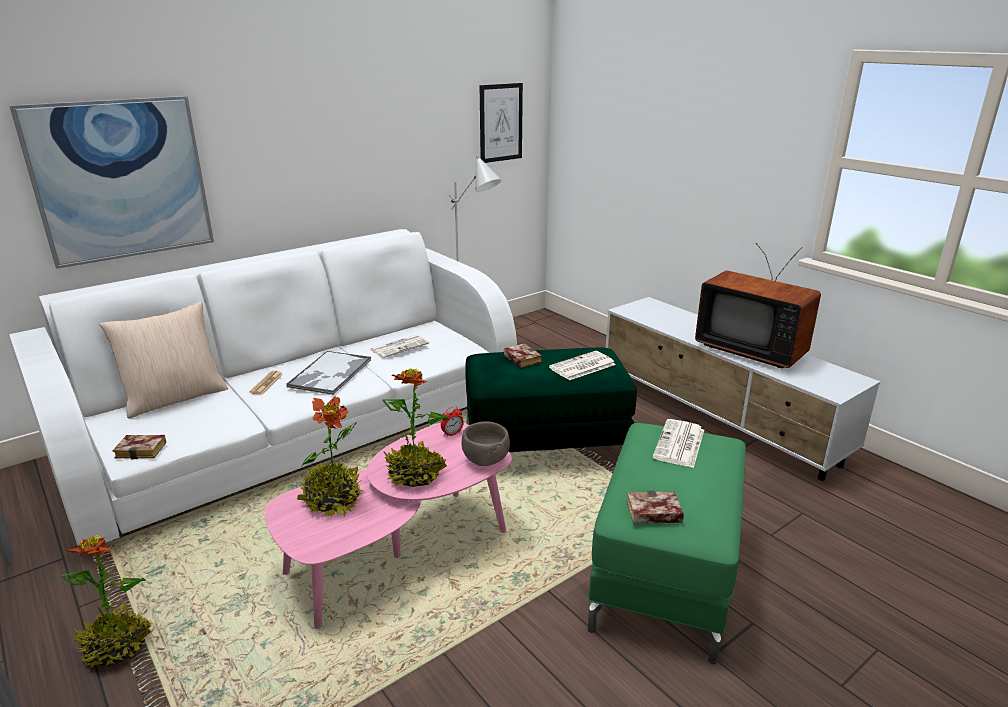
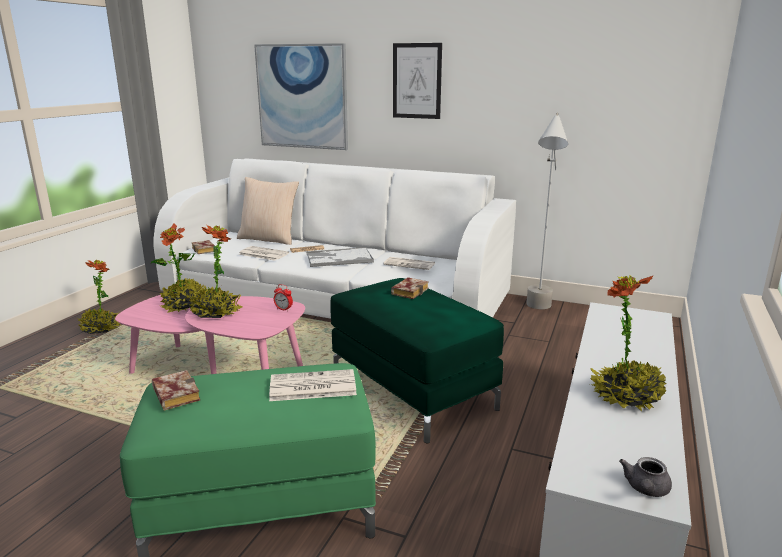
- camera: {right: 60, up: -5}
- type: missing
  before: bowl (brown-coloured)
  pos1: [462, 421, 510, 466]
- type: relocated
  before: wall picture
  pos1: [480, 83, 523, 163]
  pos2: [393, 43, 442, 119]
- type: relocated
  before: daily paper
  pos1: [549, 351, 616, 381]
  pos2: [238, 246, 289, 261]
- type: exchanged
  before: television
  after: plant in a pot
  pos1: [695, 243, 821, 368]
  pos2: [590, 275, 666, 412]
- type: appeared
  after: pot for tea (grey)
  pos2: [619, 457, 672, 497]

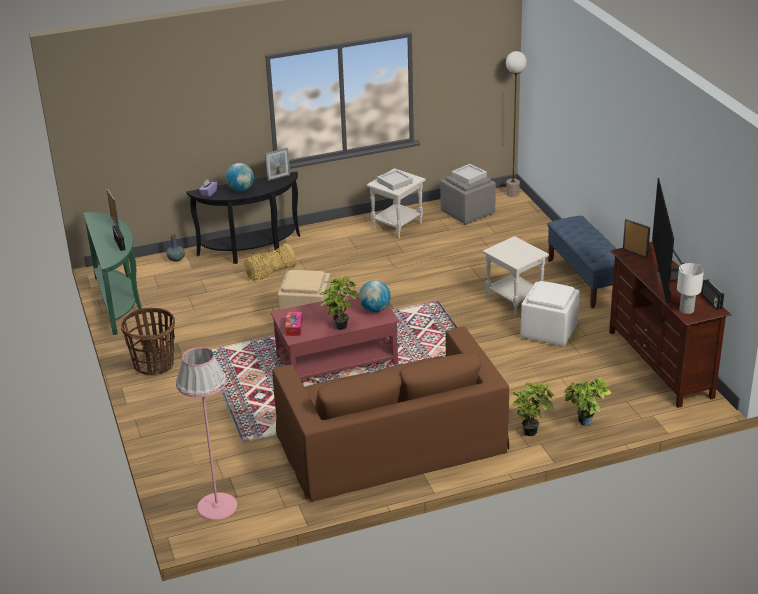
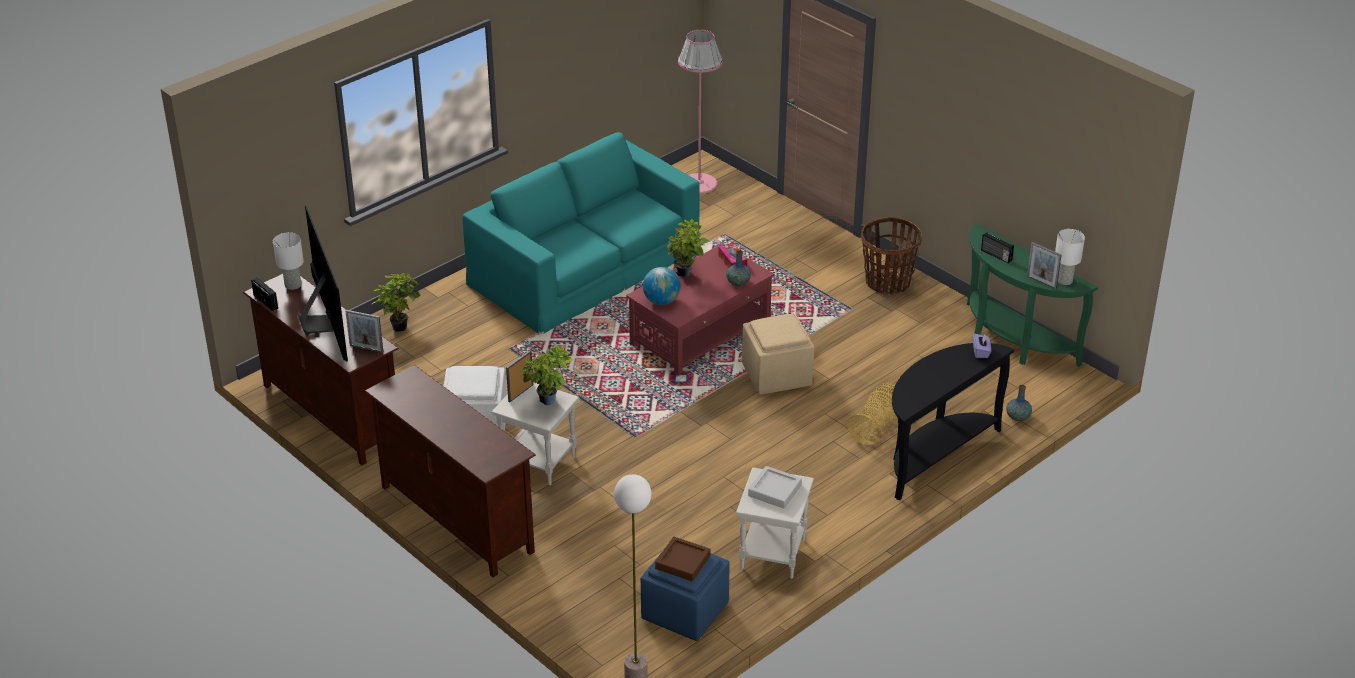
- camera: {right: 155, up: 5}
- type: missing
  before: globe
  pos1: [225, 163, 254, 192]
- type: relocated
  before: picture frame
  pos1: [265, 148, 290, 181]
  pos2: [506, 350, 533, 402]
- type: colour
  before: settee (brown-coloured)
  after: settee (turquoise)
  pos1: [272, 327, 509, 502]
  pos2: [462, 132, 700, 333]
- type: colour
  before: pouffe (grey)
  after: pouffe (blue-coloured)
  pos1: [440, 175, 496, 224]
  pos2: [641, 551, 730, 641]
- type: colour
  before: carrying tray (grey)
  after: carrying tray (brown-coloured)
  pos1: [452, 164, 487, 185]
  pos2: [655, 537, 710, 581]
- type: relocated
  before: plant in a pot
  pos1: [509, 382, 554, 436]
  pos2: [521, 345, 573, 405]
- type: exchanged
  before: indoor bench (blue-coloured)
  after: tv stand (brown-coloured)
  pos1: [548, 216, 616, 308]
  pos2: [364, 365, 536, 577]
- type: appeared
  after: decorative vase
  pos2: [726, 250, 751, 286]
- type: appeared
  after: tabletop lamp (white)
  pos2: [1055, 229, 1085, 285]

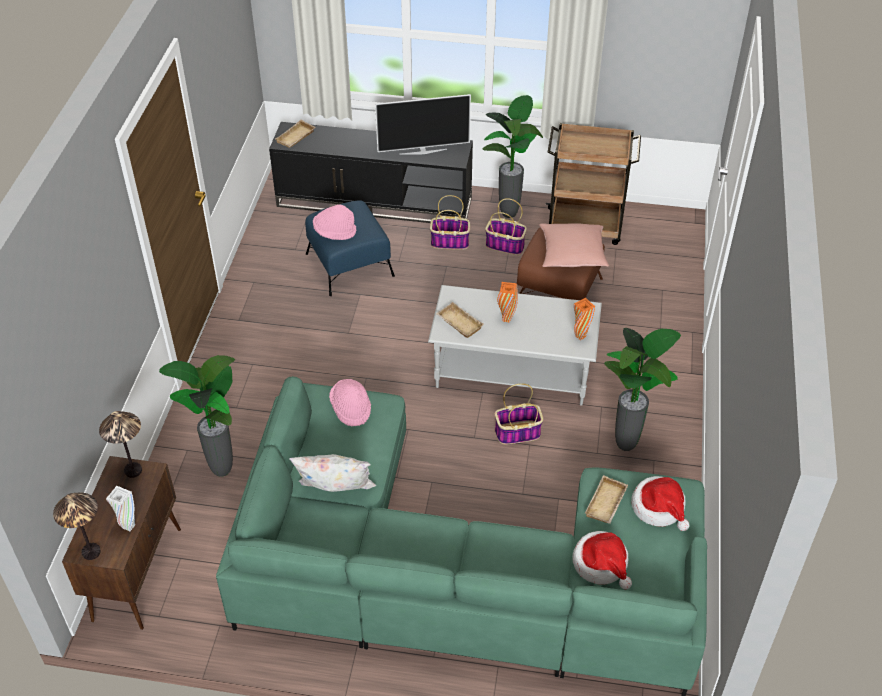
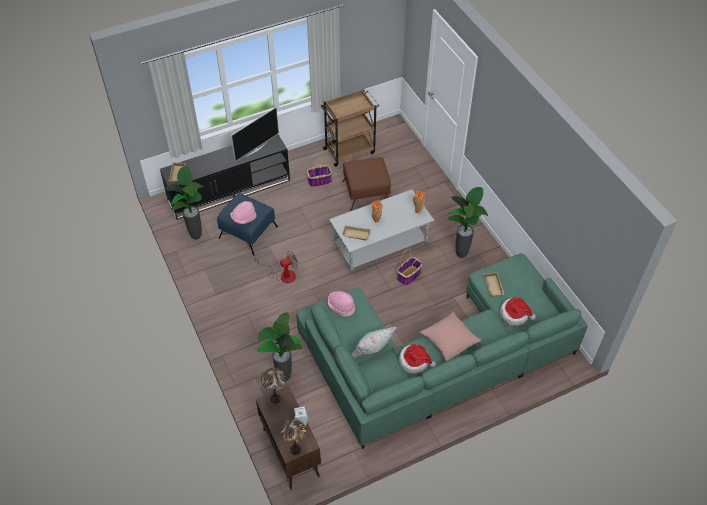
- camera: {right: -35, up: 5}
- type: missing
  before: basket
  pos1: [430, 195, 470, 250]
- type: relocated
  before: plant in a pot
  pos1: [482, 95, 543, 218]
  pos2: [165, 166, 204, 239]
- type: relocated
  before: cushion (pink)
  pos1: [539, 223, 609, 267]
  pos2: [419, 312, 482, 362]
- type: relocated
  before: wearable hat
  pos1: [631, 476, 690, 531]
  pos2: [399, 344, 436, 374]
- type: appeared
  after: fan
  pos2: [254, 251, 298, 283]

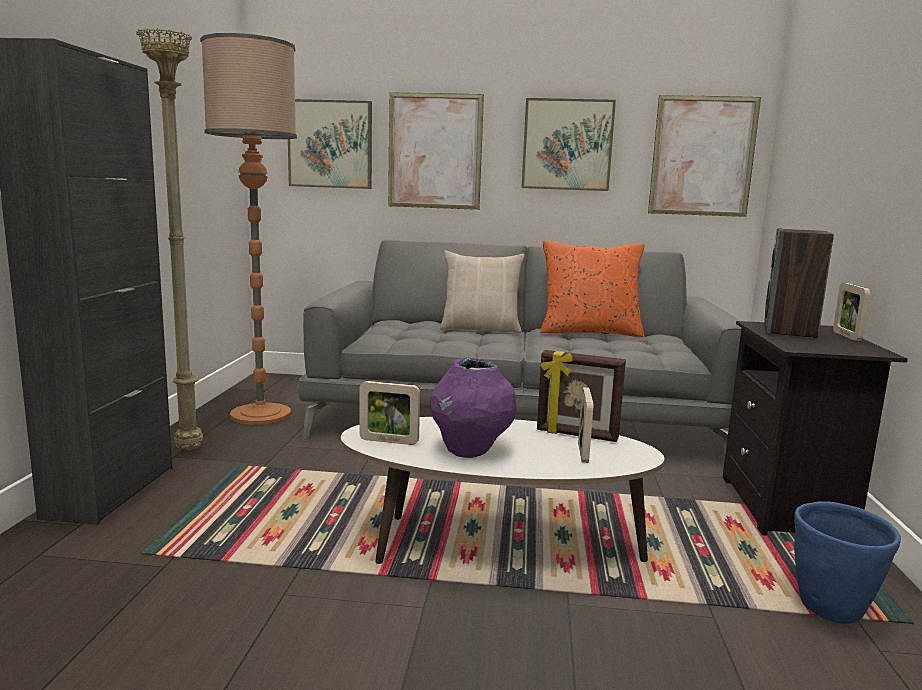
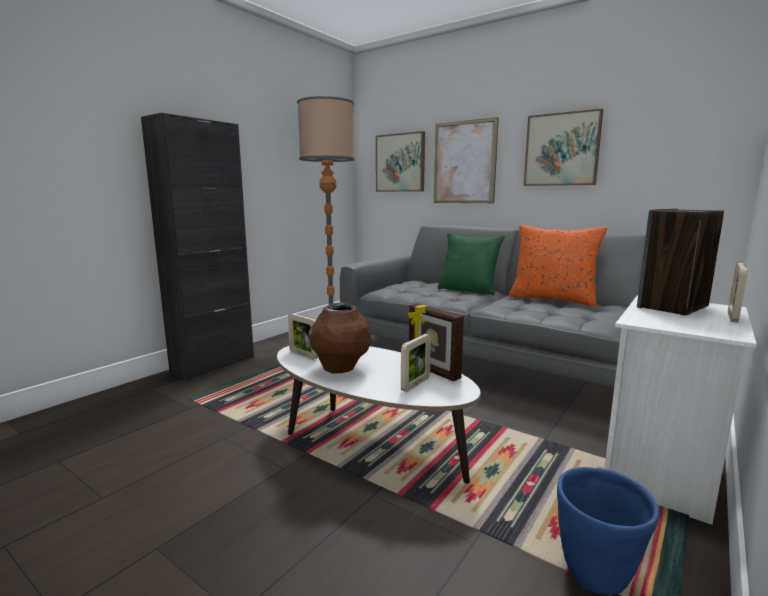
- camera: {right: 30, up: 0}
- type: missing
  before: standard lamp (beige)
  pos1: [136, 28, 203, 450]
- type: colour
  before: decorative vase (purple)
  after: decorative vase (brown-coloured)
  pos1: [430, 357, 517, 458]
  pos2: [309, 303, 371, 374]
- type: colour
  before: cushion (beige)
  after: cushion (green)
  pos1: [440, 251, 525, 333]
  pos2: [437, 233, 505, 295]
- type: missing
  before: wall picture
  pos1: [648, 95, 761, 217]
- type: colour
  before: nightstand (black)
  after: nightstand (white)
  pos1: [723, 321, 908, 536]
  pos2: [604, 295, 757, 525]

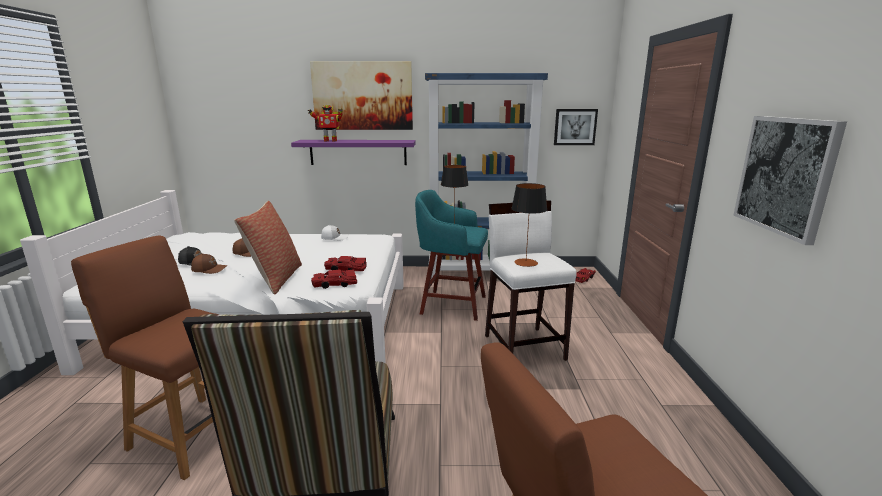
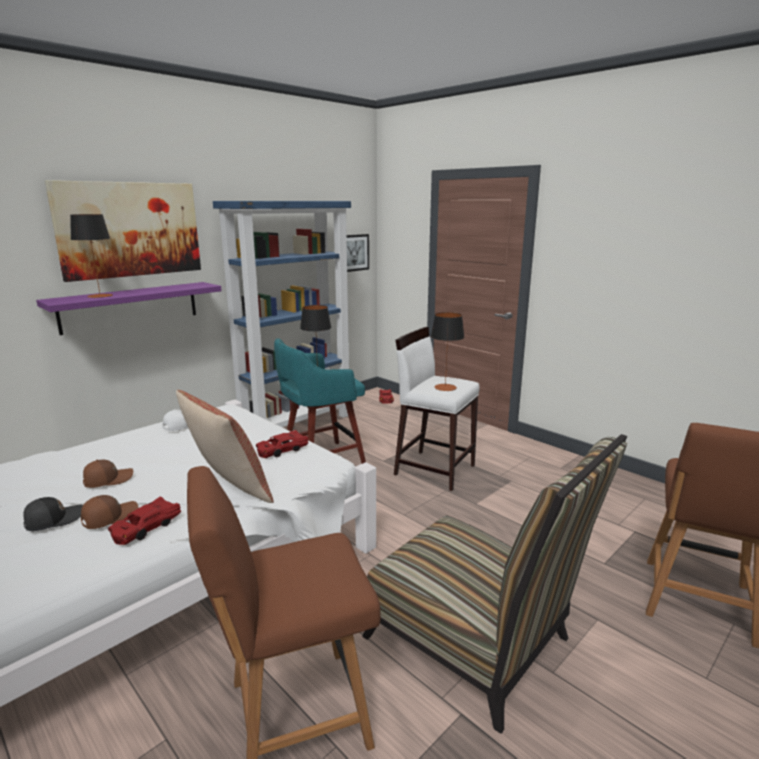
- camera: {right: -45, up: 0}
- type: exchanged
  before: model robot
  after: tabletop lamp
  pos1: [308, 105, 343, 142]
  pos2: [70, 214, 113, 298]
- type: relocated
  before: toy car (red)
  pos1: [311, 269, 357, 289]
  pos2: [108, 497, 181, 545]
- type: missing
  before: wall picture
  pos1: [733, 116, 847, 245]

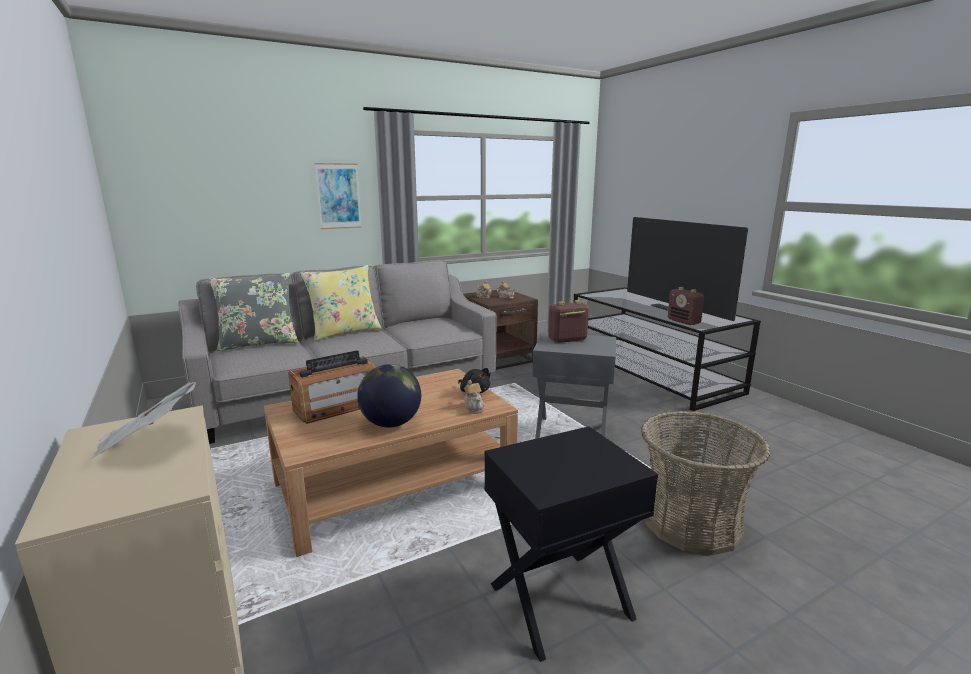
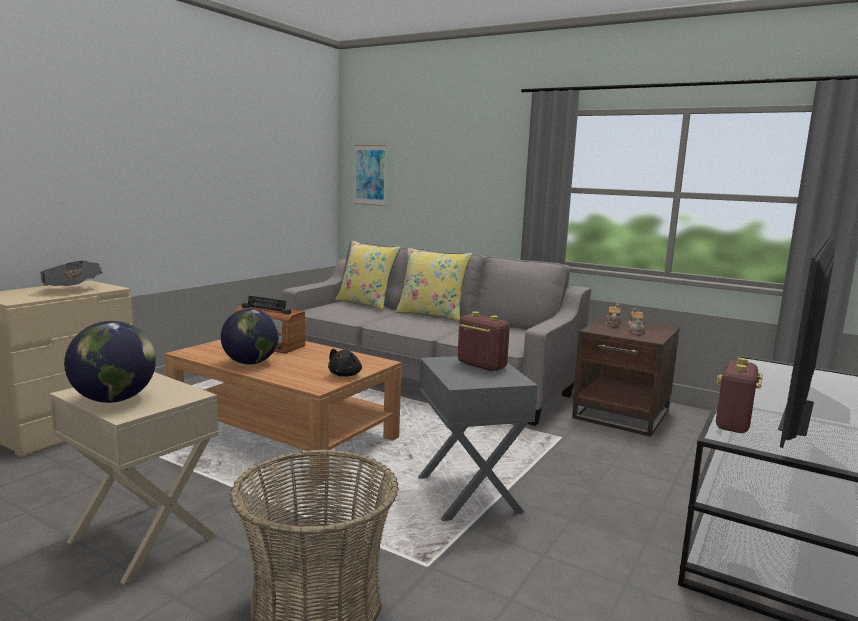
- camera: {right: 60, up: -5}
- type: colour
  before: cushion (grey)
  after: cushion (yellowish)
  pos1: [209, 273, 299, 352]
  pos2: [335, 241, 401, 310]
- type: relocated
  before: wall picture
  pos1: [315, 163, 362, 229]
  pos2: [354, 145, 387, 206]
- type: missing
  before: pot for tea
  pos1: [464, 380, 484, 414]
- type: colour
  before: accent table (black)
  after: accent table (beige)
  pos1: [484, 426, 658, 662]
  pos2: [50, 372, 218, 585]
- type: appeared
  after: globe
  pos2: [64, 321, 156, 403]

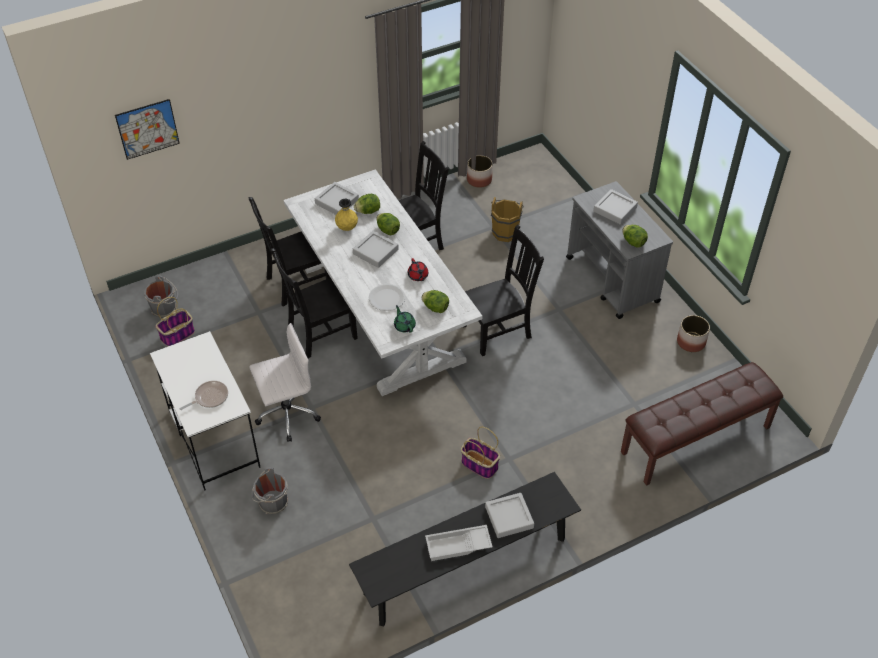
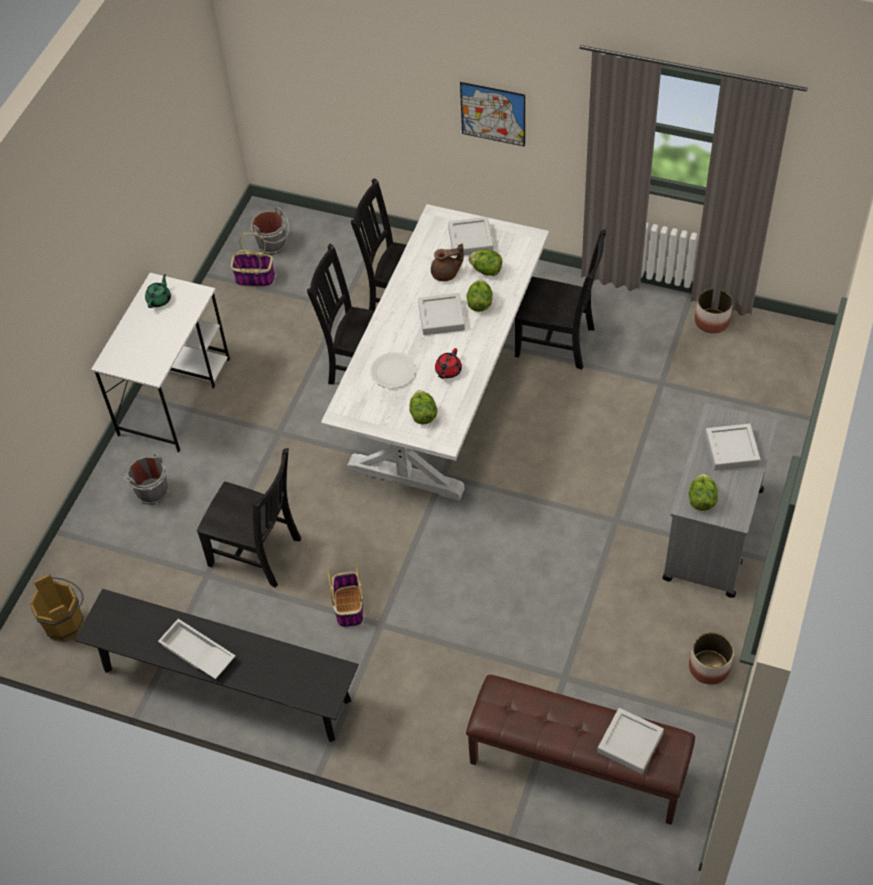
- camera: {right: 50, up: 5}
- type: relocated
  before: wall picture
  pos1: [115, 99, 180, 160]
  pos2: [460, 82, 525, 147]
- type: missing
  before: skillet
  pos1: [180, 381, 228, 410]
- type: missing
  before: computer chair (white)
  pos1: [249, 323, 321, 442]
- type: exchanged
  before: decorative vase (yellowish)
  after: pot for tea (brown-coloured)
  pos1: [335, 199, 358, 231]
  pos2: [431, 244, 464, 281]
- type: relocated
  before: pot for tea (green)
  pos1: [394, 305, 416, 333]
  pos2: [145, 274, 171, 308]
- type: relocated
  before: upright chair (black)
  pos1: [463, 225, 544, 356]
  pos2: [197, 448, 301, 588]
- type: relocated
  before: carrying tray (grey)
  pos1: [485, 493, 534, 538]
  pos2: [597, 708, 664, 774]
- type: relocated
  before: bucket (brown-coloured)
  pos1: [491, 197, 524, 242]
  pos2: [30, 574, 84, 642]

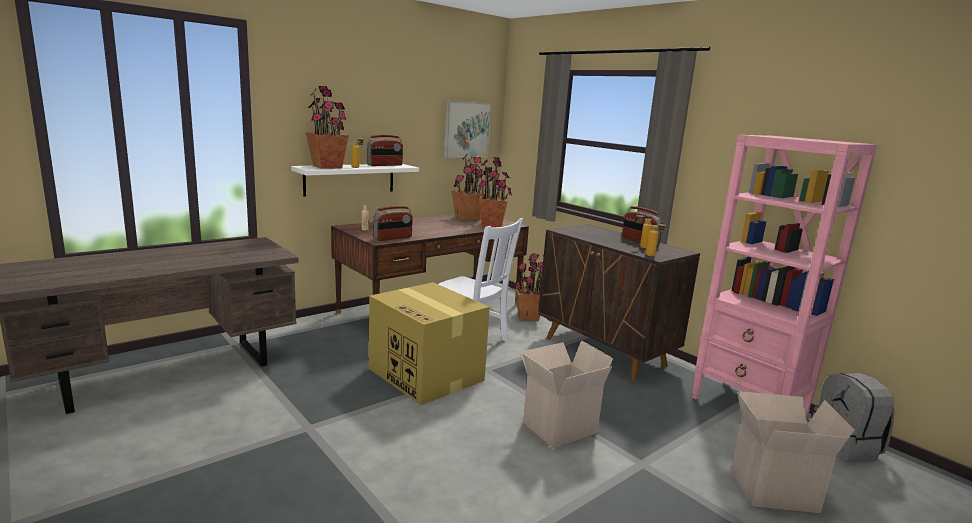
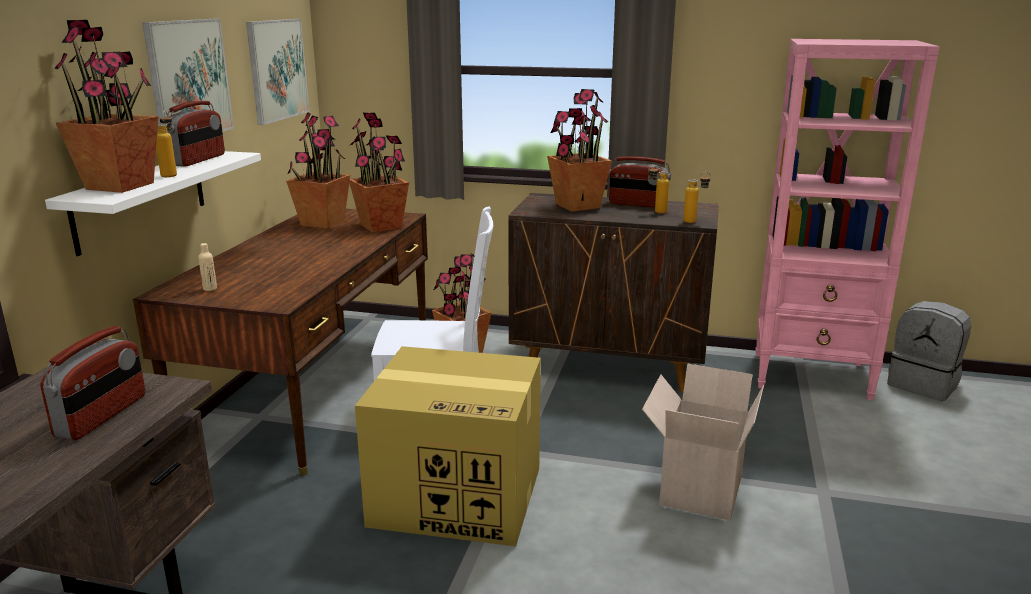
- camera: {right: -35, up: 5}
- type: relocated
  before: radio
  pos1: [373, 206, 413, 241]
  pos2: [40, 326, 145, 440]
- type: missing
  before: packing box
  pos1: [731, 391, 855, 513]
- type: appeared
  after: wall picture
  pos2: [142, 19, 234, 132]
- type: appeared
  after: plant in a pot
  pos2: [547, 89, 612, 212]

